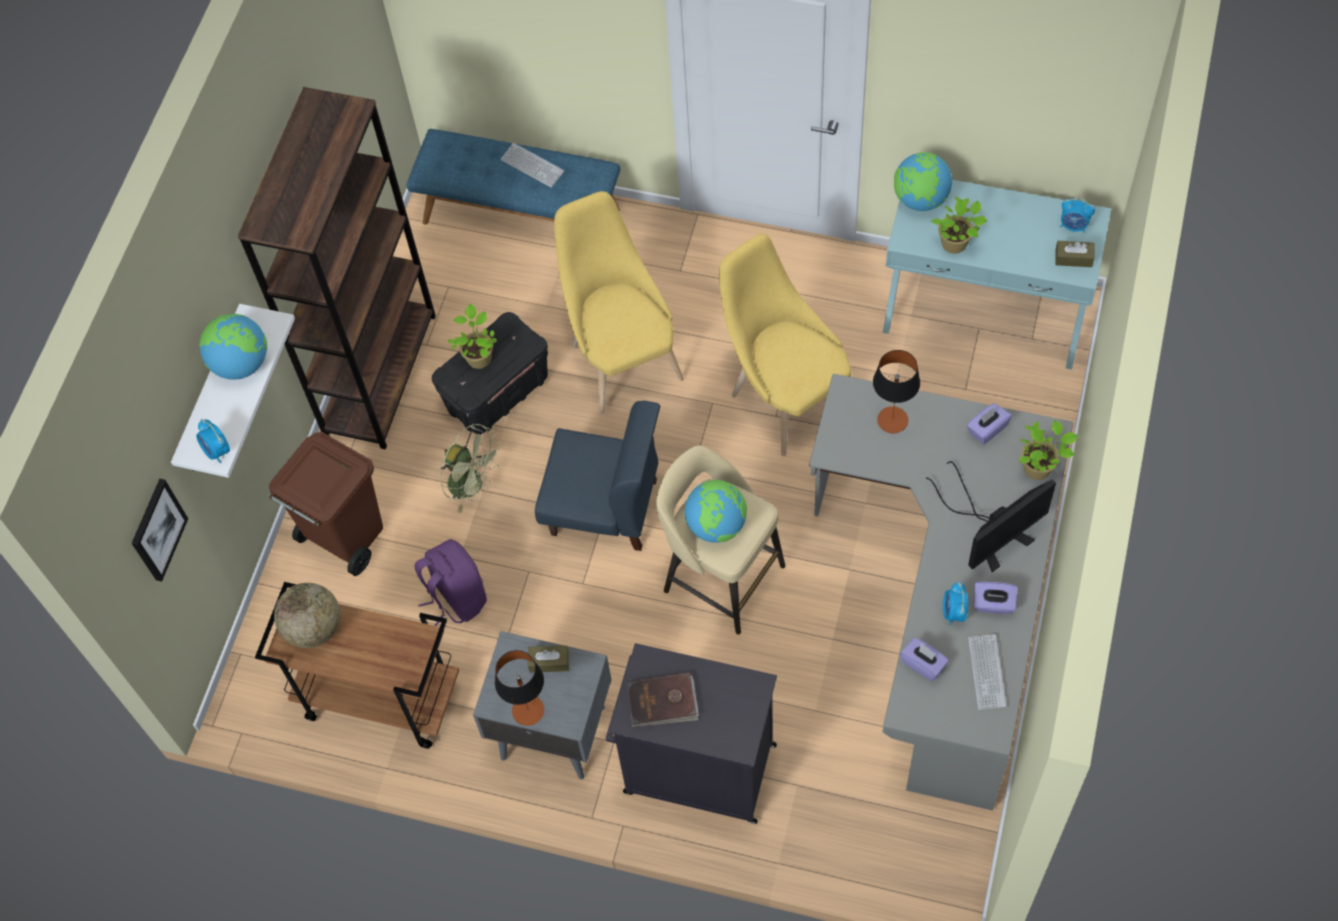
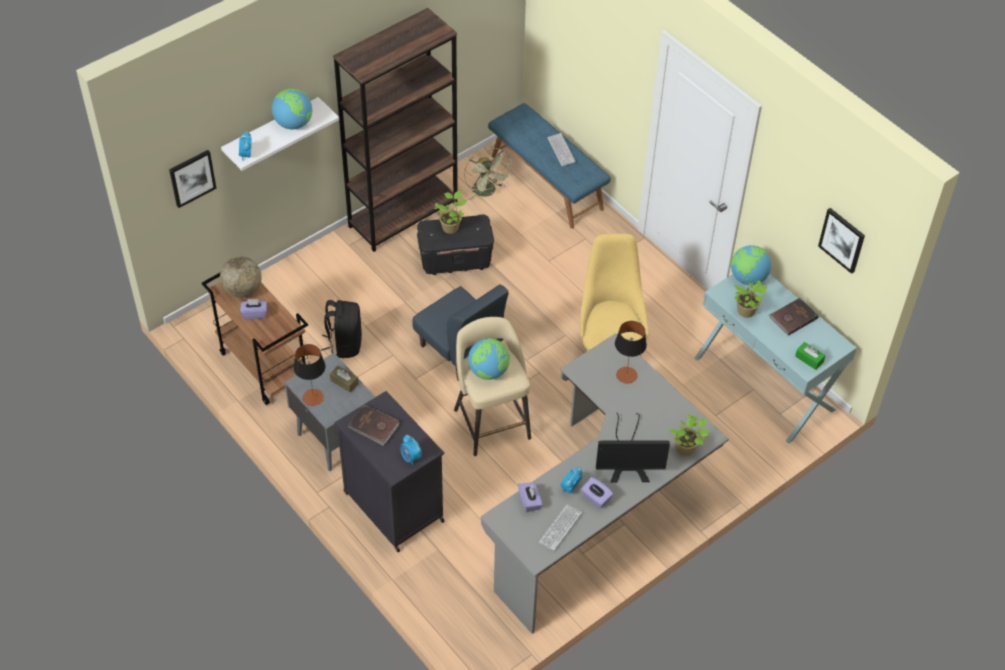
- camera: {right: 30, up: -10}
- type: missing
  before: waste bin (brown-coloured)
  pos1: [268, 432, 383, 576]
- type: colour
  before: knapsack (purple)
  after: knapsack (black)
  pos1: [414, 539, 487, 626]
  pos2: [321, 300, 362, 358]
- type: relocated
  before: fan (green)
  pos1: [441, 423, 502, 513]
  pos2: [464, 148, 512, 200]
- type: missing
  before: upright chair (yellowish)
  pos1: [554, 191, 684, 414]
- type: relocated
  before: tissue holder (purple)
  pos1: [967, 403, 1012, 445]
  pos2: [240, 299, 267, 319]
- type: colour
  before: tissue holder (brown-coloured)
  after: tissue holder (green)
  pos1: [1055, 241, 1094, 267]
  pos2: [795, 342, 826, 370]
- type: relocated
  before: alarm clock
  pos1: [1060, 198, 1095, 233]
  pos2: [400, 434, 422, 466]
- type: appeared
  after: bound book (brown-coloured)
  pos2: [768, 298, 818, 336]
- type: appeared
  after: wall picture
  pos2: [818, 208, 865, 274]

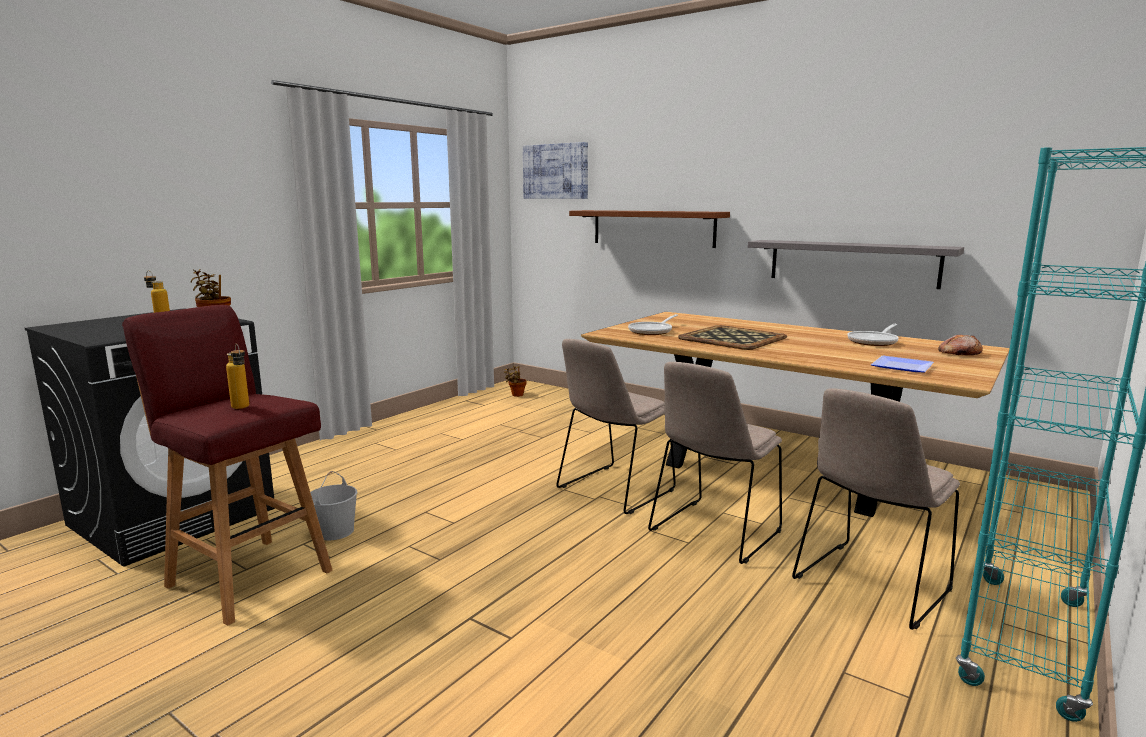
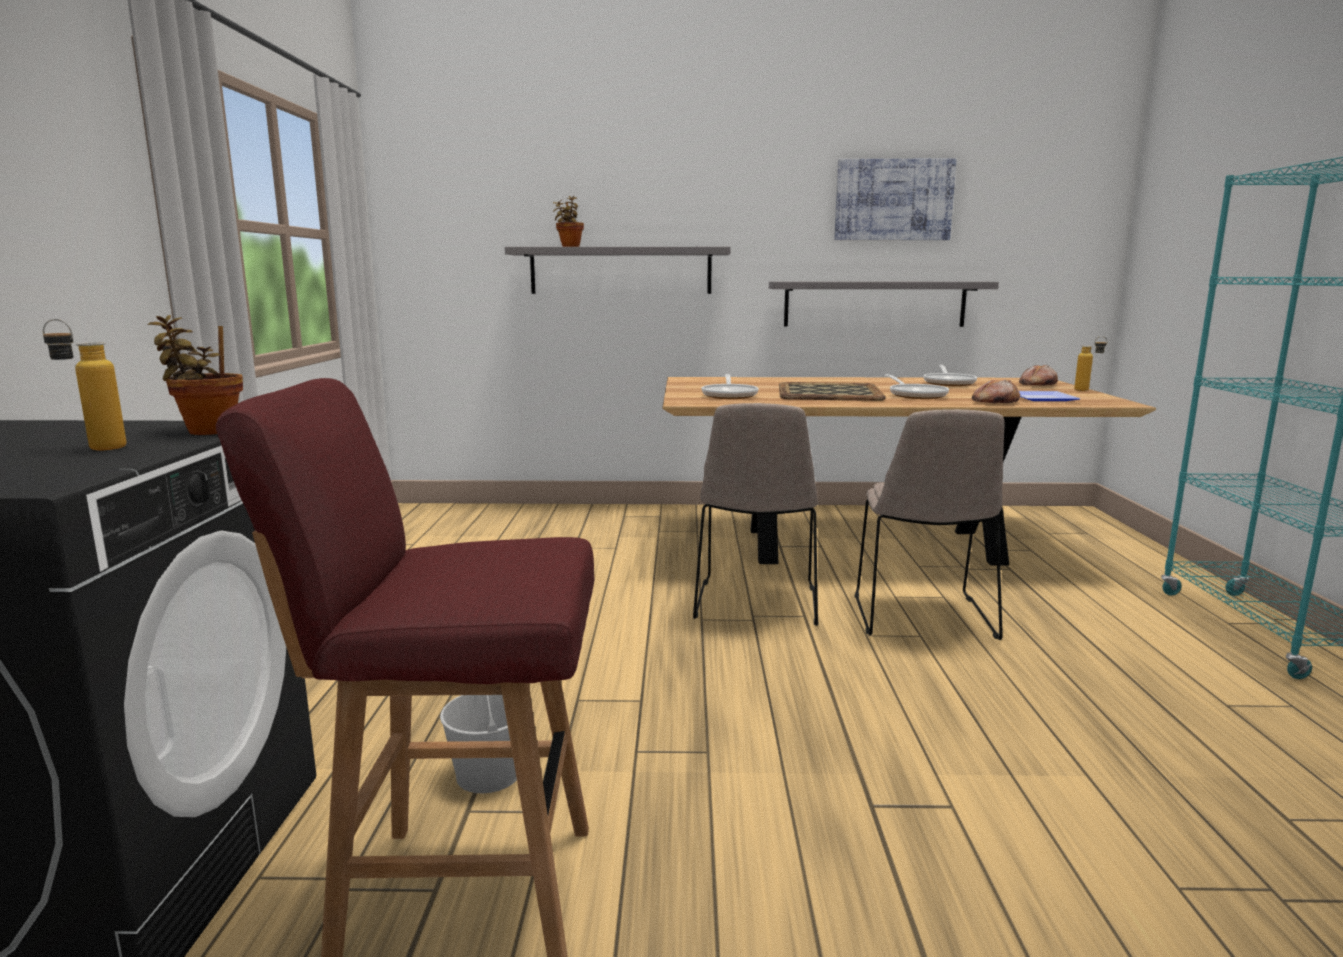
- camera: {right: -35, up: 0}
- type: relocated
  before: beverage bottle
  pos1: [226, 344, 249, 409]
  pos2: [1074, 336, 1107, 391]
- type: relocated
  before: plant in a pot
  pos1: [504, 366, 526, 397]
  pos2: [553, 196, 584, 247]
- type: relocated
  before: wall picture
  pos1: [523, 142, 588, 199]
  pos2: [834, 159, 956, 240]
- type: colour
  before: wall shelf (brown-coloured)
  after: wall shelf (grey)
  pos1: [569, 210, 730, 248]
  pos2: [505, 247, 731, 294]
- type: missing
  before: upright chair (beige)
  pos1: [792, 388, 960, 630]
- type: appeared
  after: skillet
  pos2: [885, 374, 949, 399]
- type: appeared
  after: bread
  pos2: [972, 380, 1020, 403]

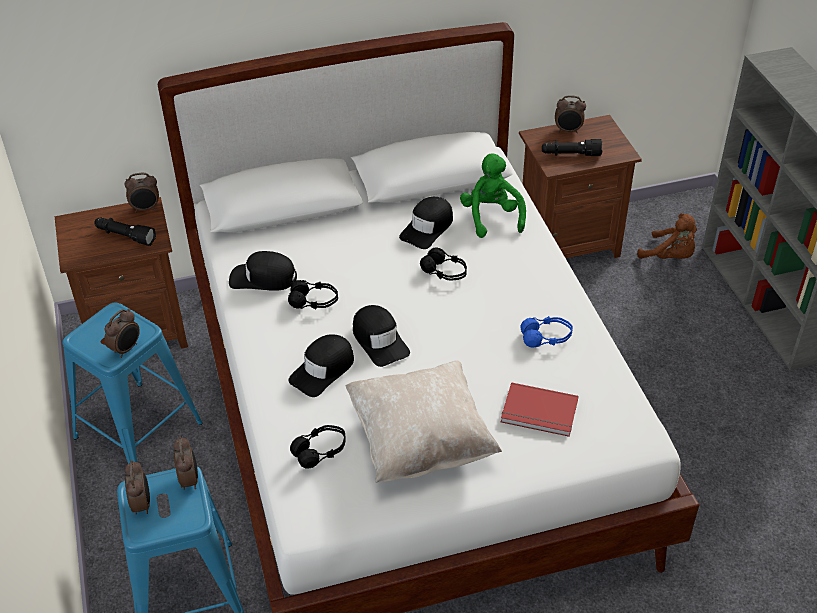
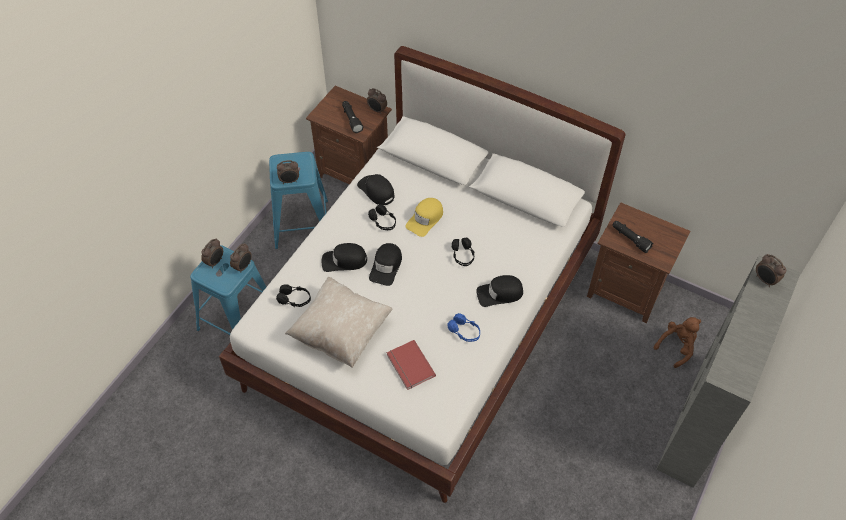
- camera: {right: 45, up: 10}
- type: relocated
  before: cap (black)
  pos1: [399, 197, 453, 249]
  pos2: [476, 275, 523, 307]
- type: missing
  before: soft toy (green)
  pos1: [460, 153, 526, 238]
- type: relocated
  before: alarm clock
  pos1: [555, 95, 586, 133]
  pos2: [756, 254, 786, 287]
- type: spun
  before: soft toy (brown-coloured)
  pos1: [637, 213, 697, 259]
  pos2: [654, 317, 701, 368]
  turn: -120
- type: appeared
  after: cap (yellowish)
  pos2: [406, 198, 443, 237]

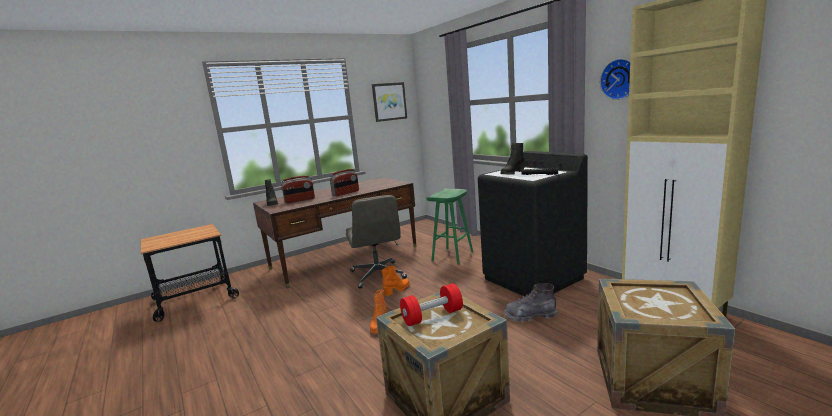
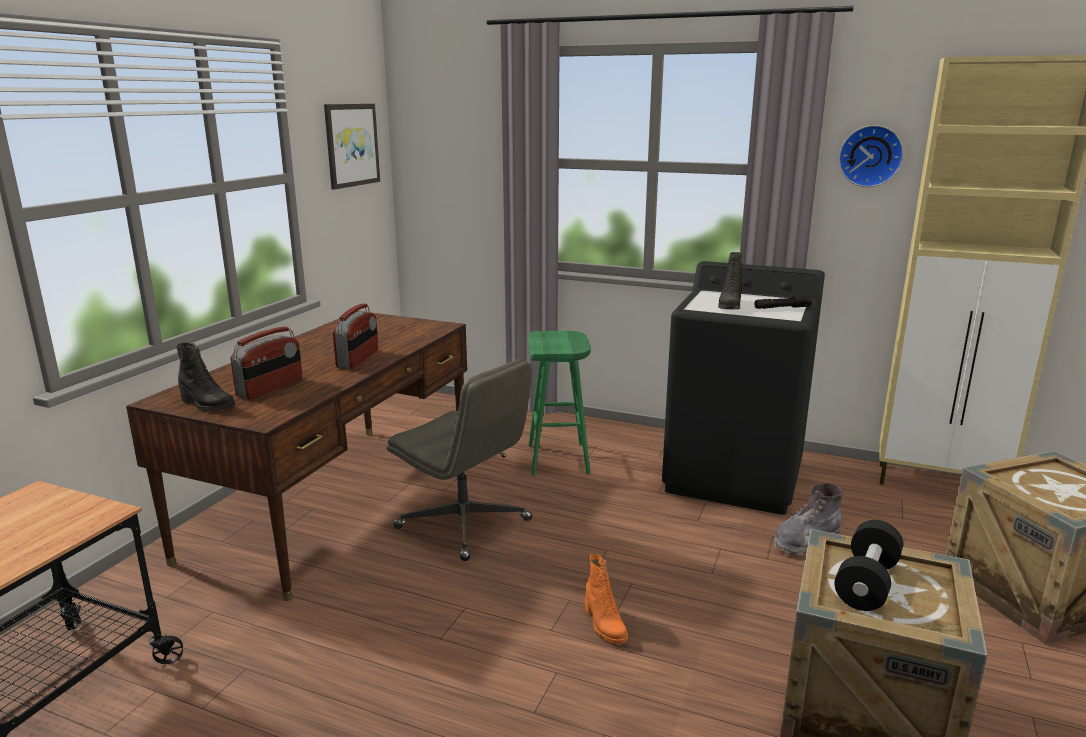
- camera: {right: -35, up: 5}
- type: missing
  before: high-top boot (orangey)
  pos1: [382, 266, 410, 296]
- type: colour
  before: hand weight (red)
  after: hand weight (black)
  pos1: [400, 284, 463, 326]
  pos2: [834, 520, 903, 611]

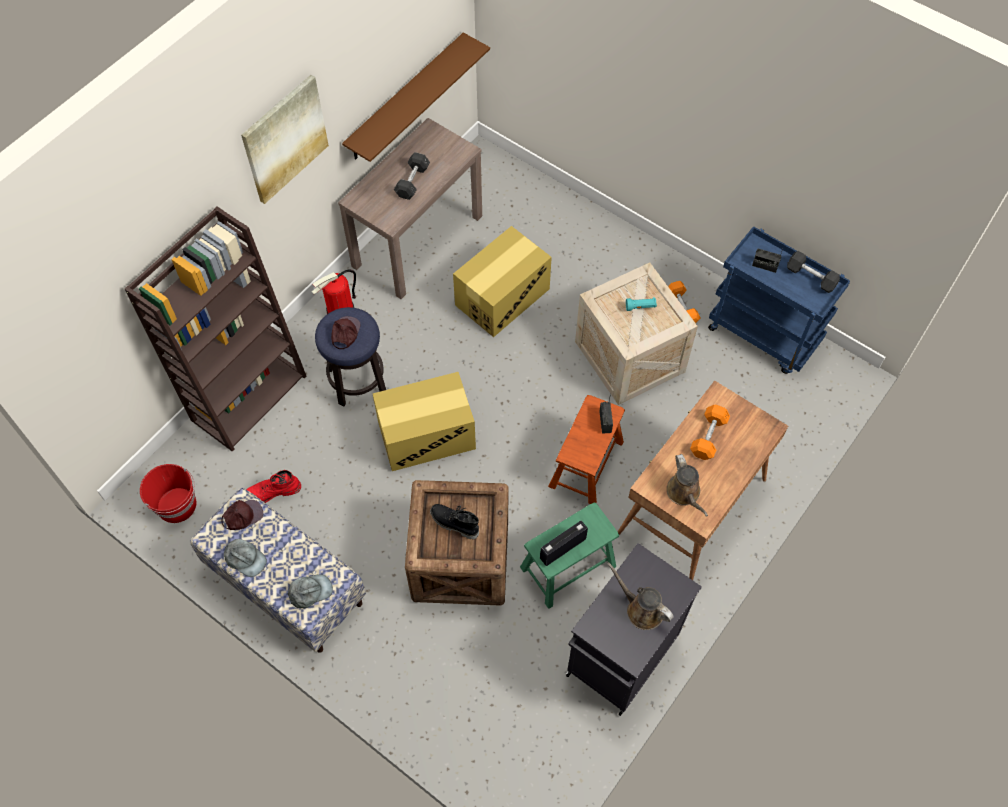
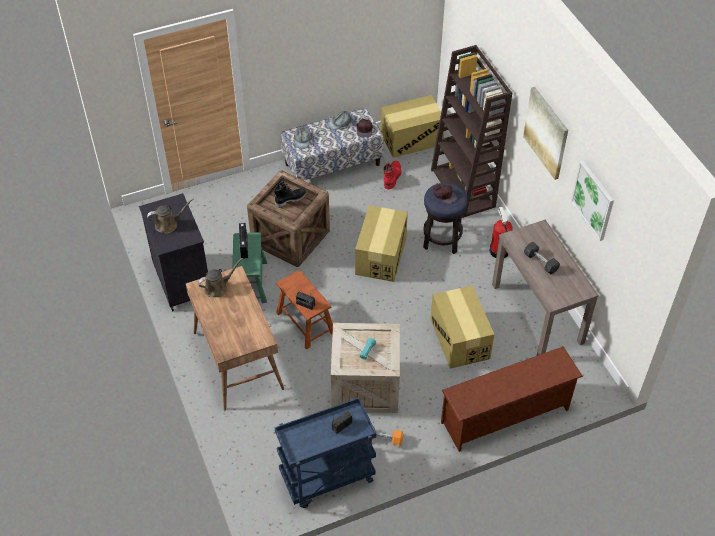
- camera: {right: 120, up: -10}
- type: exchanged
  before: bucket (red)
  after: packing box
  pos1: [140, 464, 196, 523]
  pos2: [381, 95, 445, 158]
- type: missing
  before: wall shelf (brown-coloured)
  pos1: [342, 32, 490, 162]
- type: spun
  before: watering can (brown-coloured)
  pos1: [666, 454, 708, 516]
  pos2: [198, 258, 243, 298]
  turn: 135
- type: missing
  before: hand weight (orangey)
  pos1: [690, 405, 730, 460]
- type: missing
  before: hand weight (grey)
  pos1: [787, 251, 840, 293]
- type: appeared
  after: shoe shelf (brown-coloured)
  pos2: [441, 346, 583, 452]
- type: appeared
  after: wall picture
  pos2: [571, 161, 614, 241]

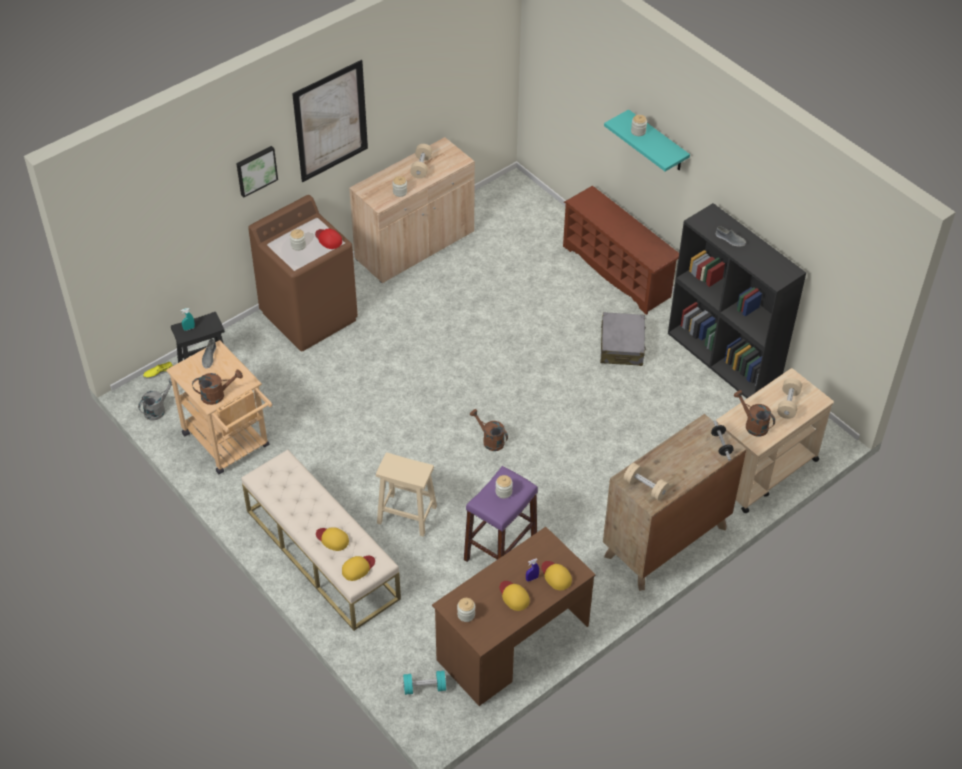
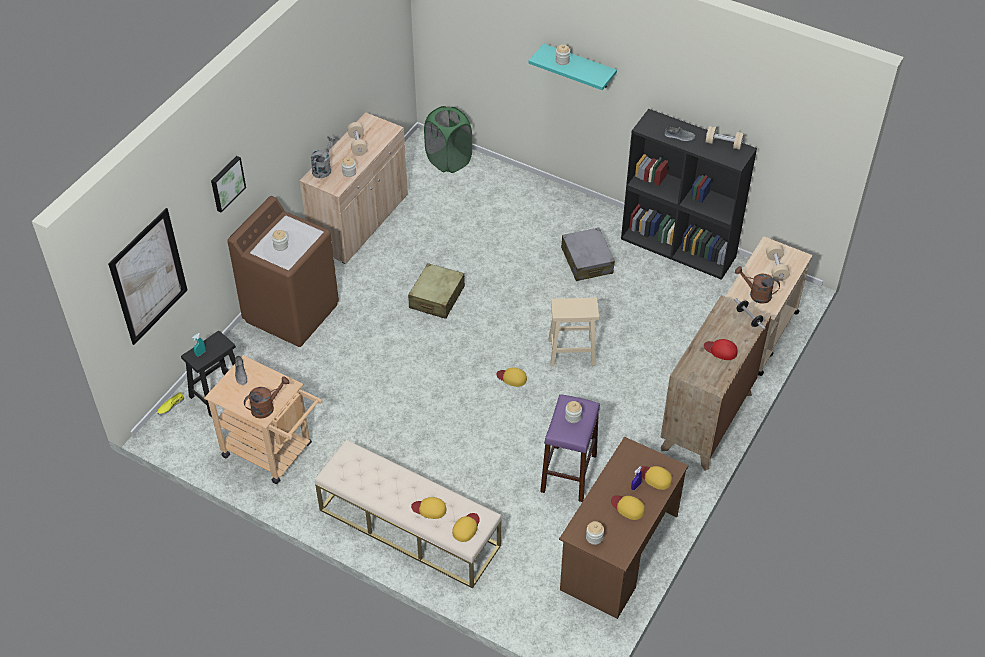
- camera: {right: -20, up: 0}
- type: relocated
  before: watering can (grey)
  pos1: [138, 378, 172, 421]
  pos2: [311, 136, 335, 178]
- type: relocated
  before: wall picture
  pos1: [292, 60, 368, 182]
  pos2: [108, 208, 187, 345]
- type: relocated
  before: cap (red)
  pos1: [315, 229, 342, 249]
  pos2: [704, 339, 737, 360]
- type: relocated
  before: sitting stool (beige)
  pos1: [376, 452, 437, 537]
  pos2: [549, 297, 599, 367]
- type: missing
  before: hand weight (turquoise)
  pos1: [403, 671, 446, 695]
- type: exchanged
  before: watering can (brown-coloured)
  after: cap (yellowish)
  pos1: [470, 409, 508, 451]
  pos2: [497, 367, 527, 387]
- type: missing
  before: shoe shelf (brown-coloured)
  pos1: [563, 186, 679, 315]
- type: relocated
  before: hand weight (beige)
  pos1: [624, 463, 669, 501]
  pos2: [706, 126, 744, 150]
- type: appeared
  after: suitcase (beige)
  pos2: [408, 263, 465, 319]
- type: appeared
  after: hamper (green)
  pos2: [424, 106, 472, 173]

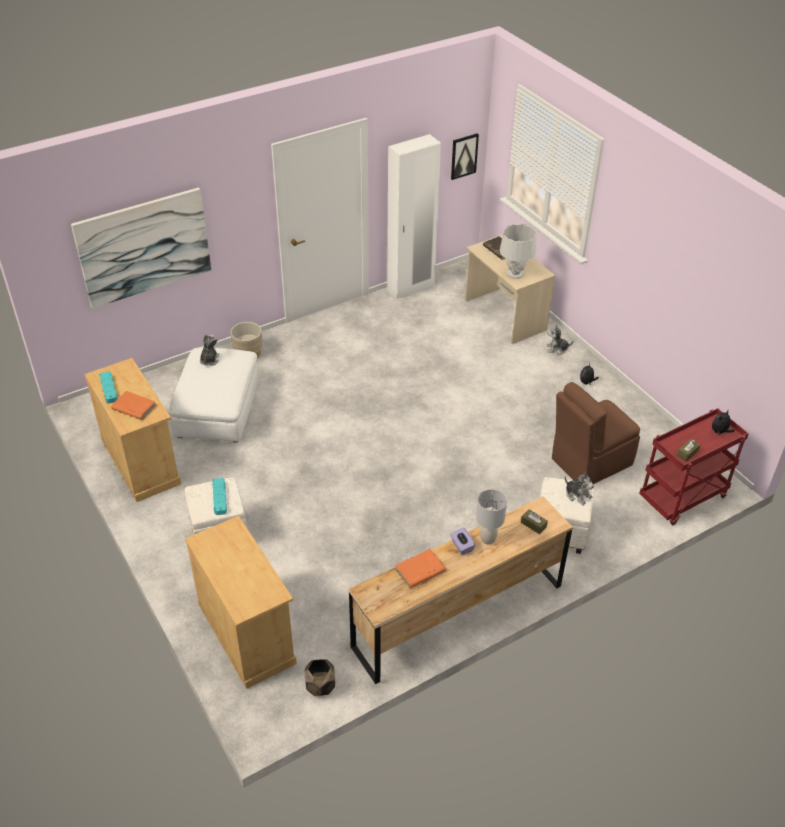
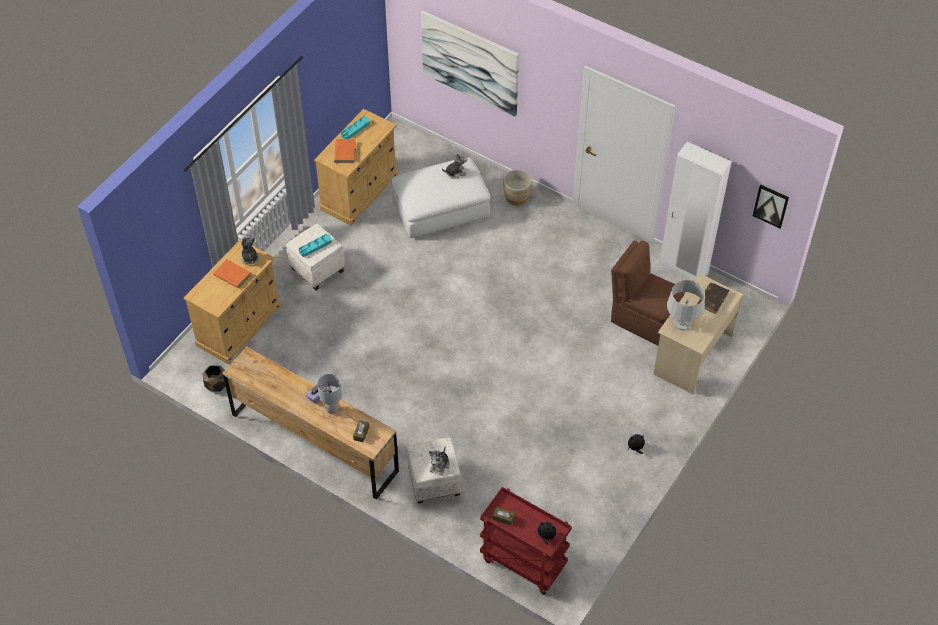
- camera: {right: 65, up: 10}
- type: relocated
  before: bound book (orangey)
  pos1: [395, 549, 446, 588]
  pos2: [213, 259, 251, 288]
- type: relocated
  before: soft toy
  pos1: [547, 324, 573, 355]
  pos2: [240, 235, 259, 265]
- type: relocated
  before: upright chair (brown-coloured)
  pos1: [552, 382, 640, 484]
  pos2: [611, 241, 685, 346]

